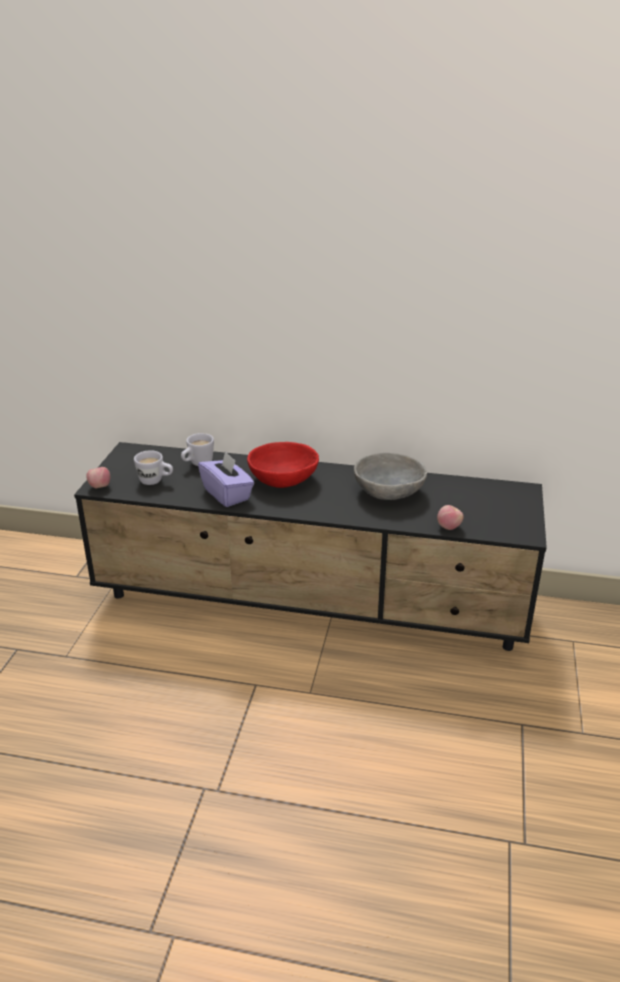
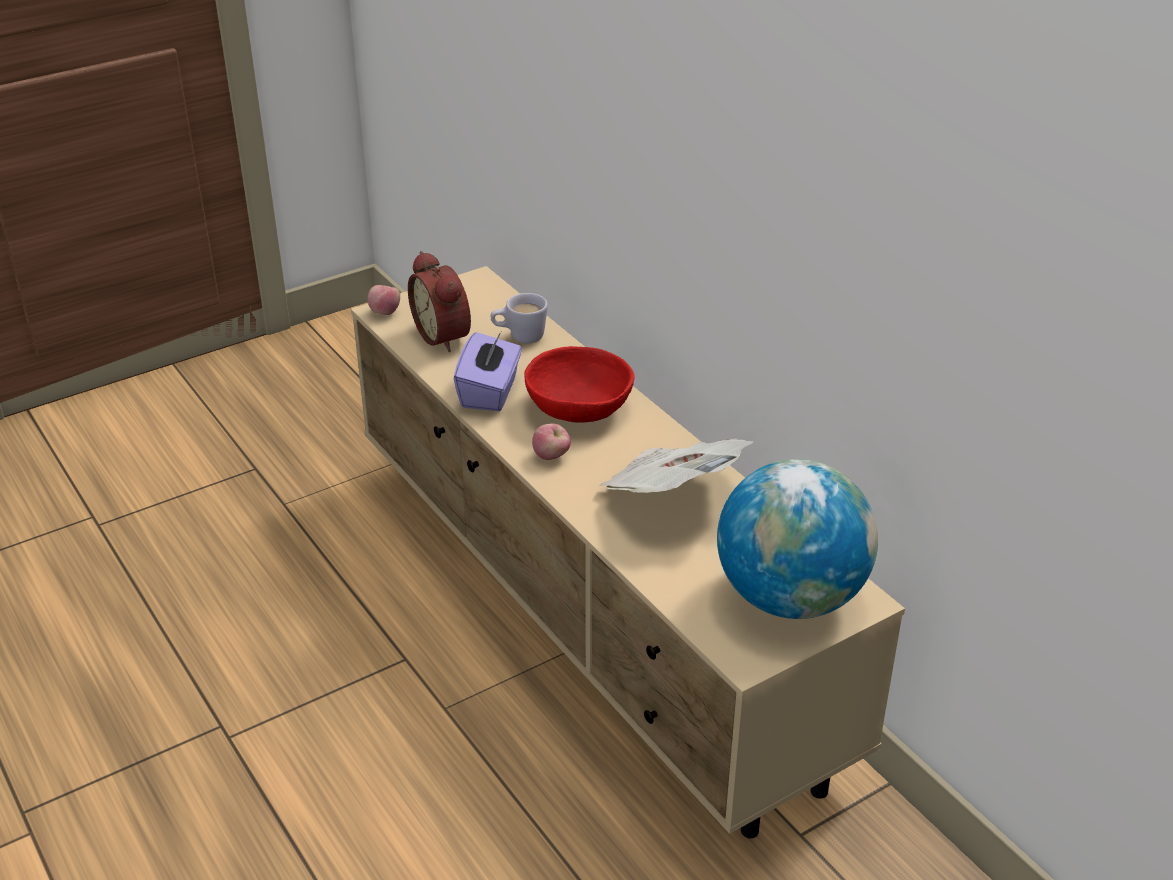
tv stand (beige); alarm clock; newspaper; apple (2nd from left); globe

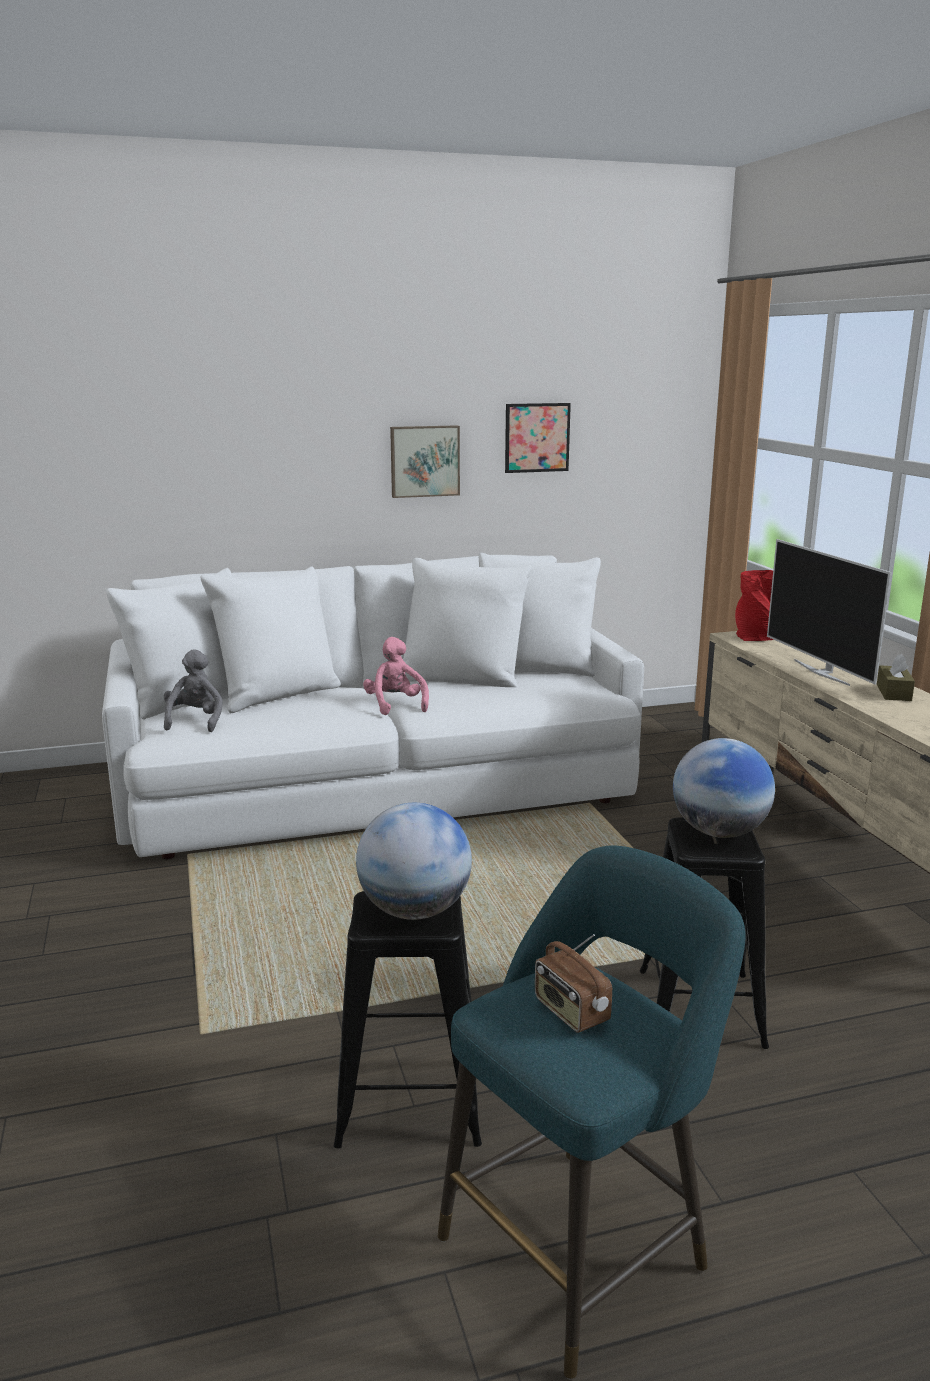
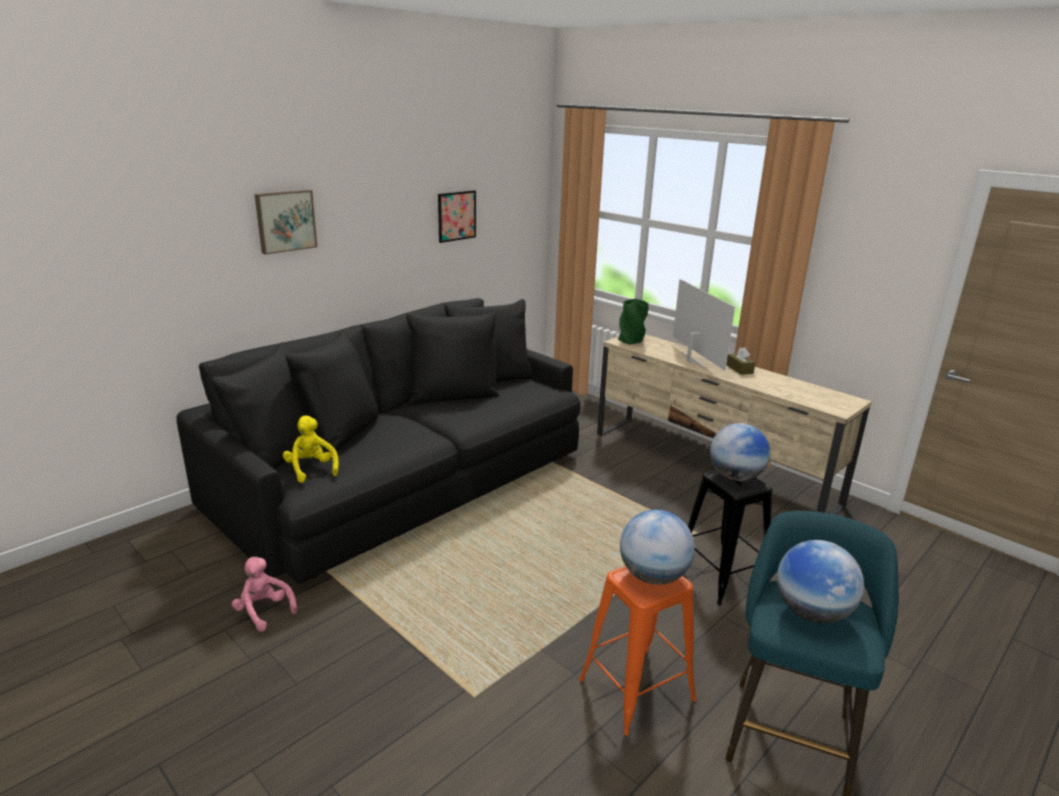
picture (1st from left); television; sofa (black); vase (green); plush toy (pink); plush toy (yellow); stool (orange); globe (3rd from left)

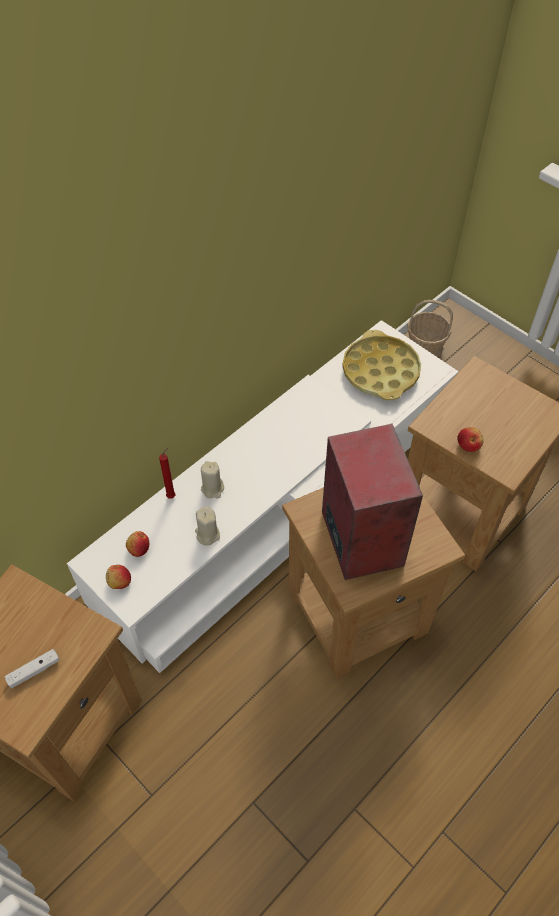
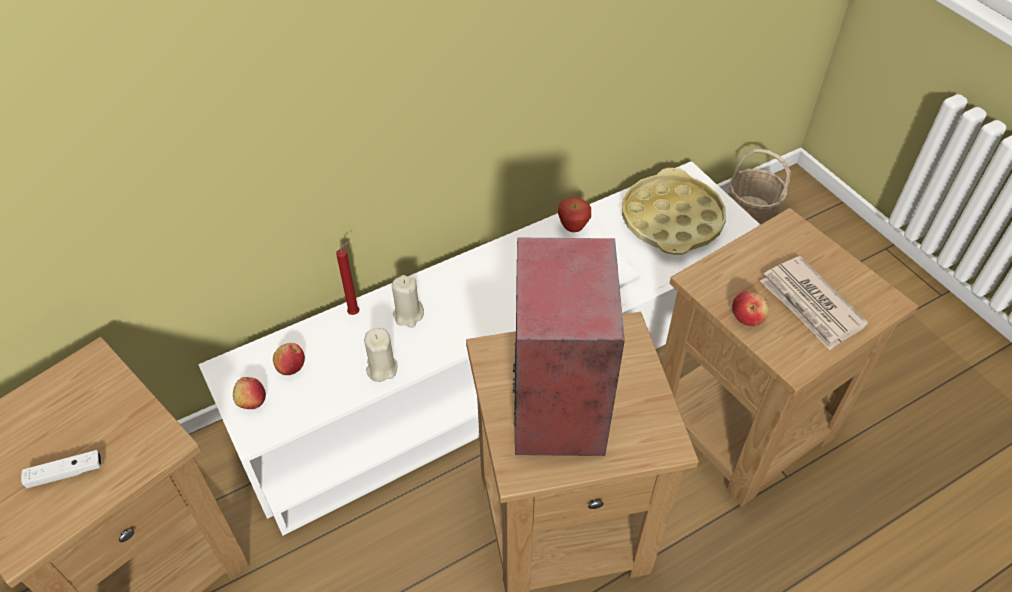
apple (3rd from left); newspaper

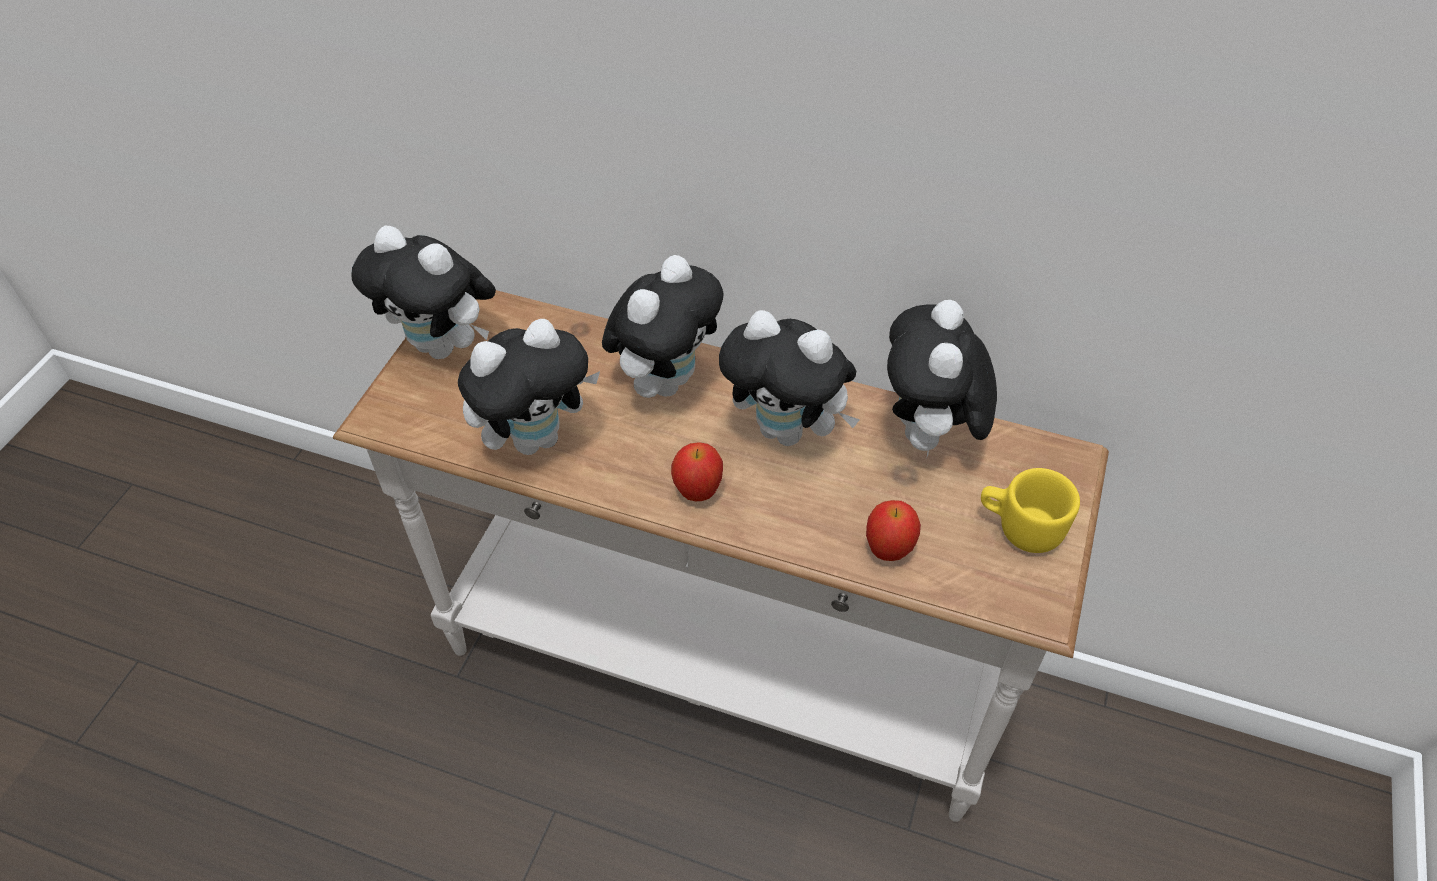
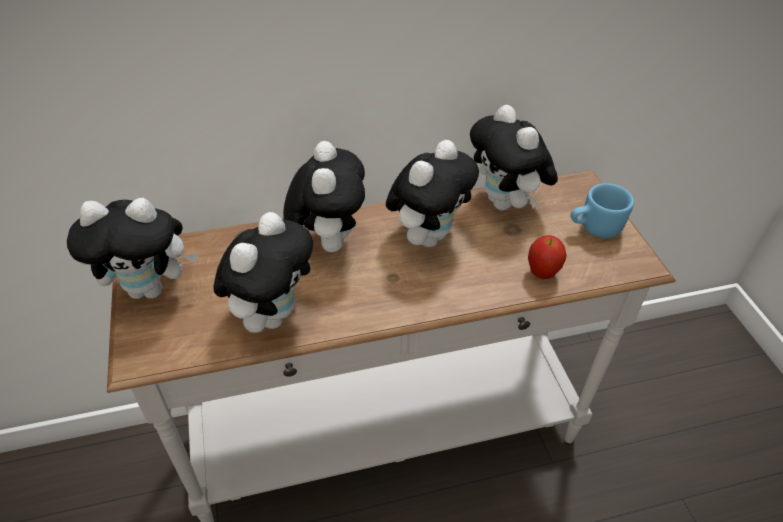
plush toy (4th from left); apple (1st from left in the first image); mug (blue)

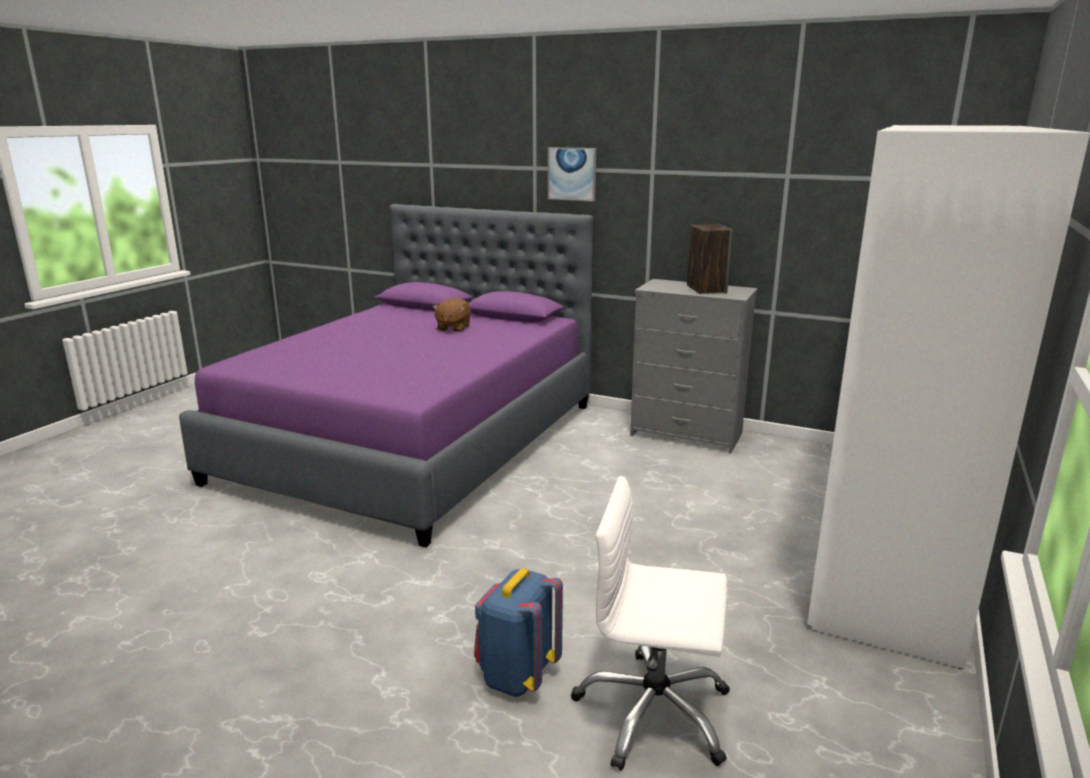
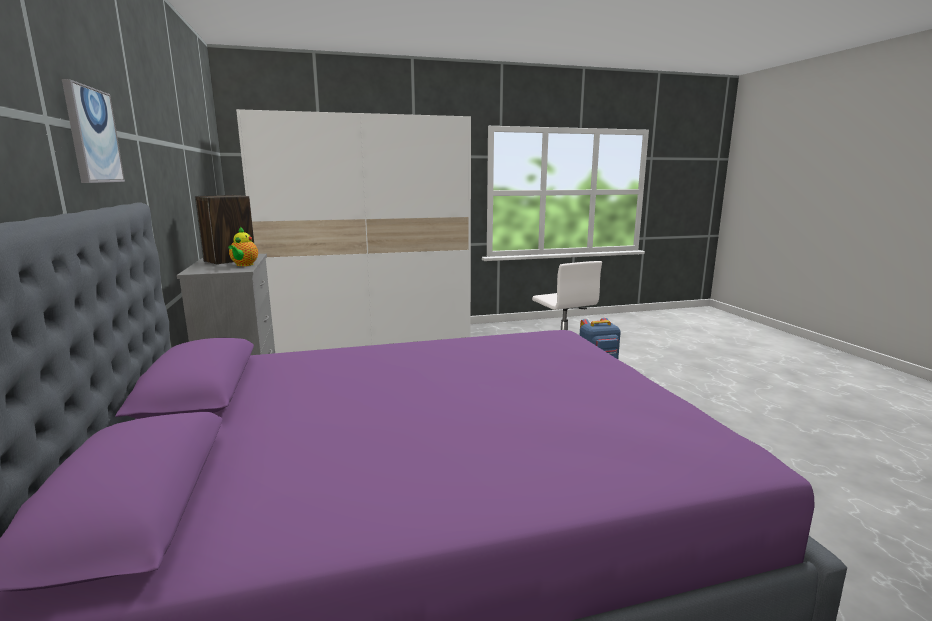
plush toy (brown); teapot

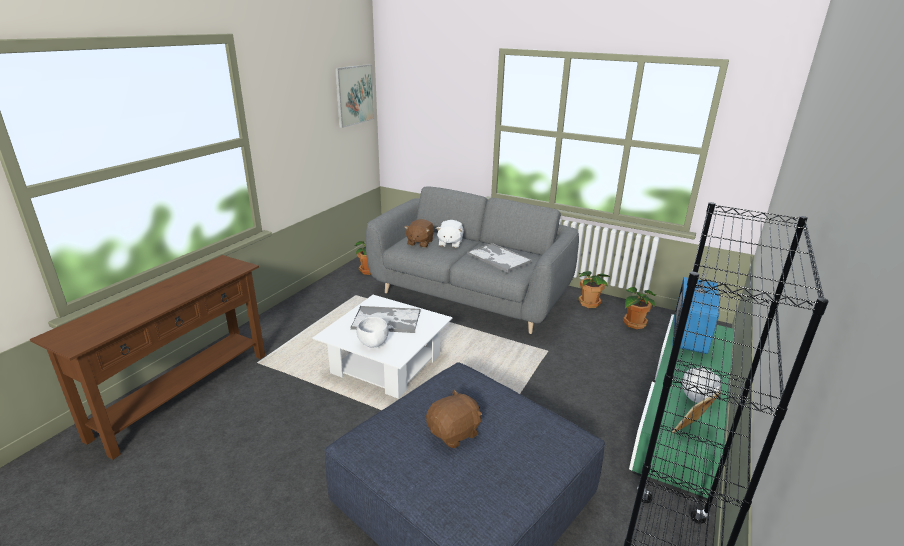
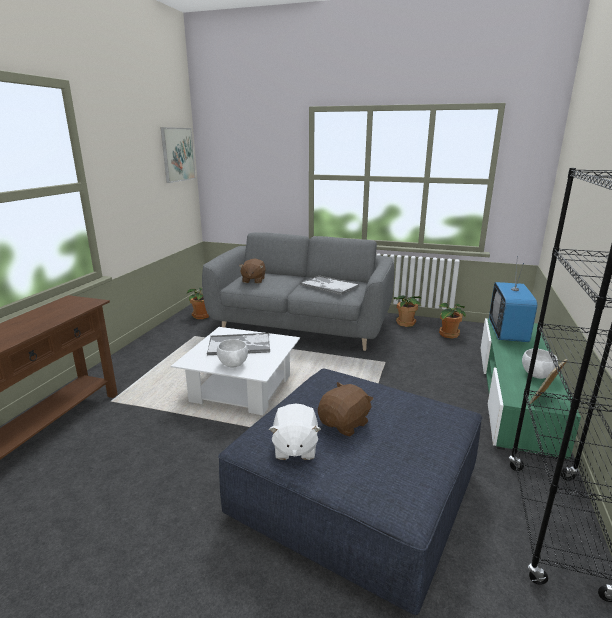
plush toy (white)

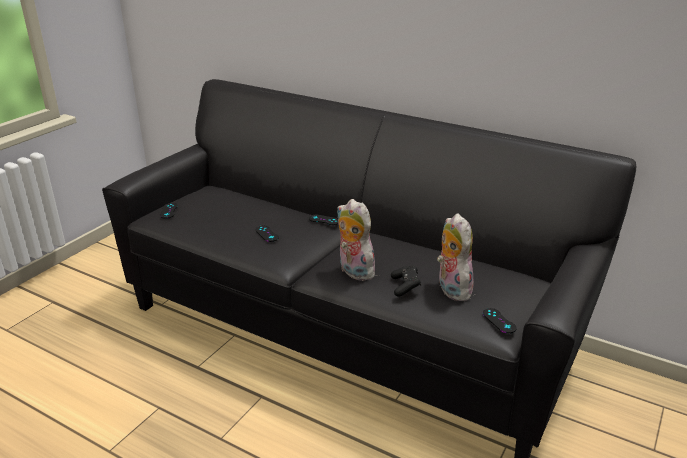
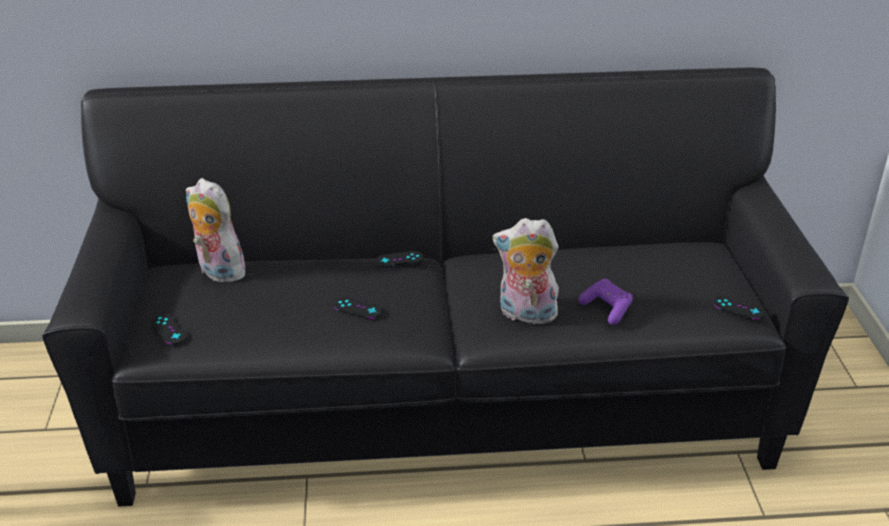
plush toy (1st from left); game controller (purple)

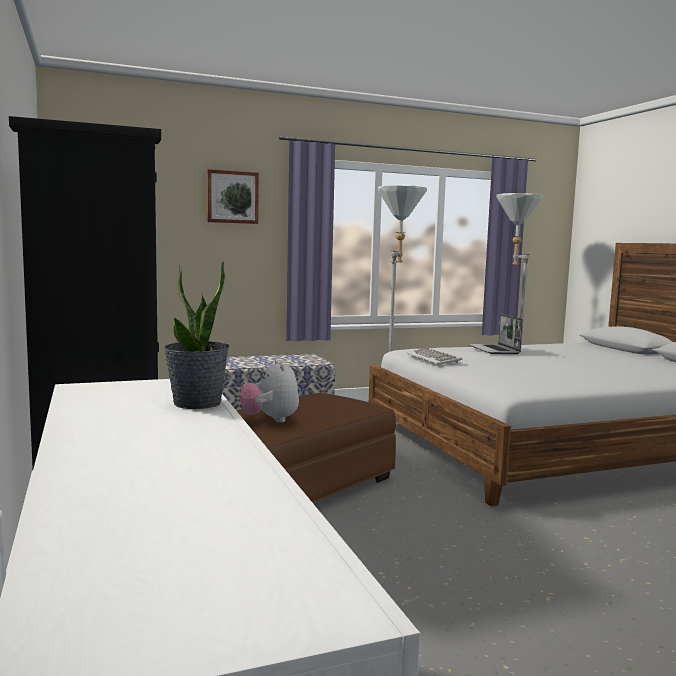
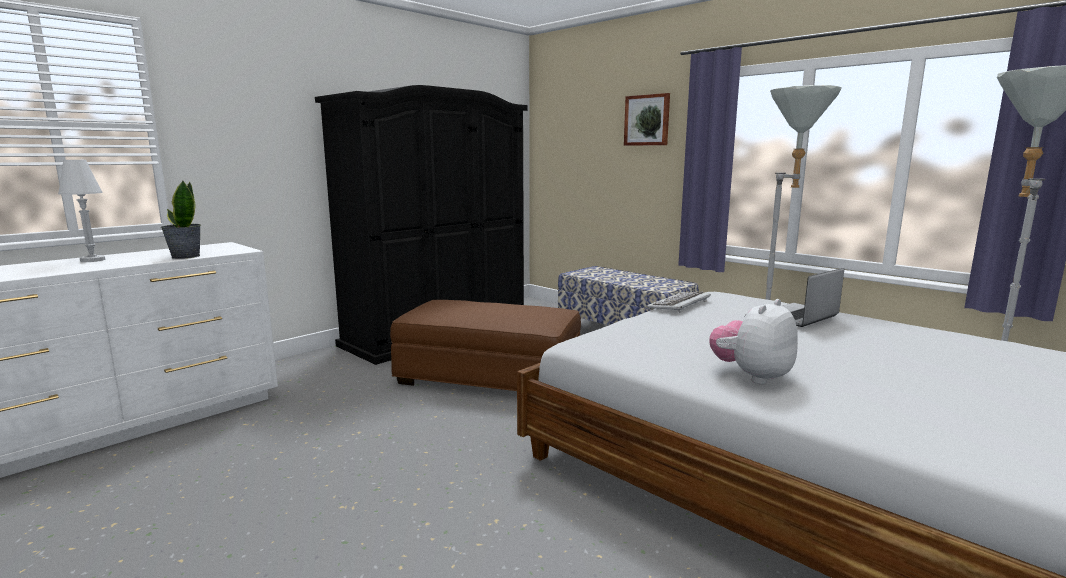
plush toy; table lamp (white)

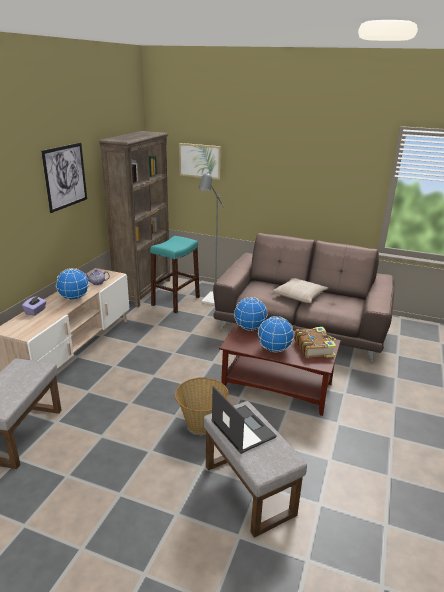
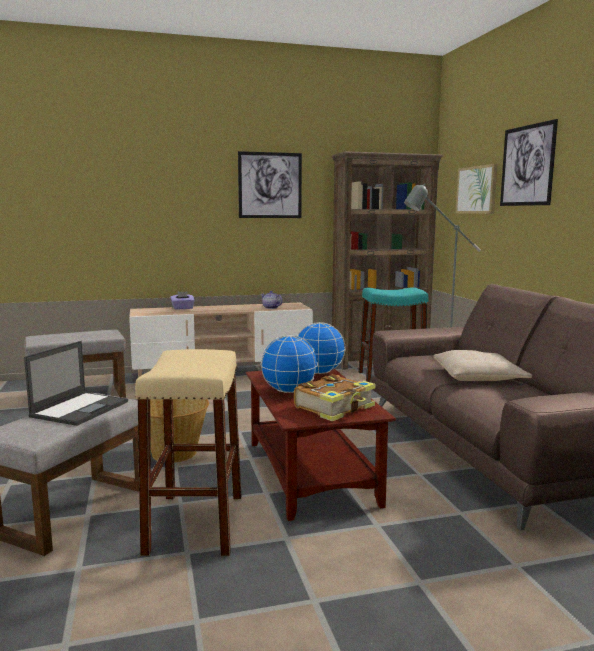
globe (1st from left in the first image); picture (3rd from left); stool (beige)

